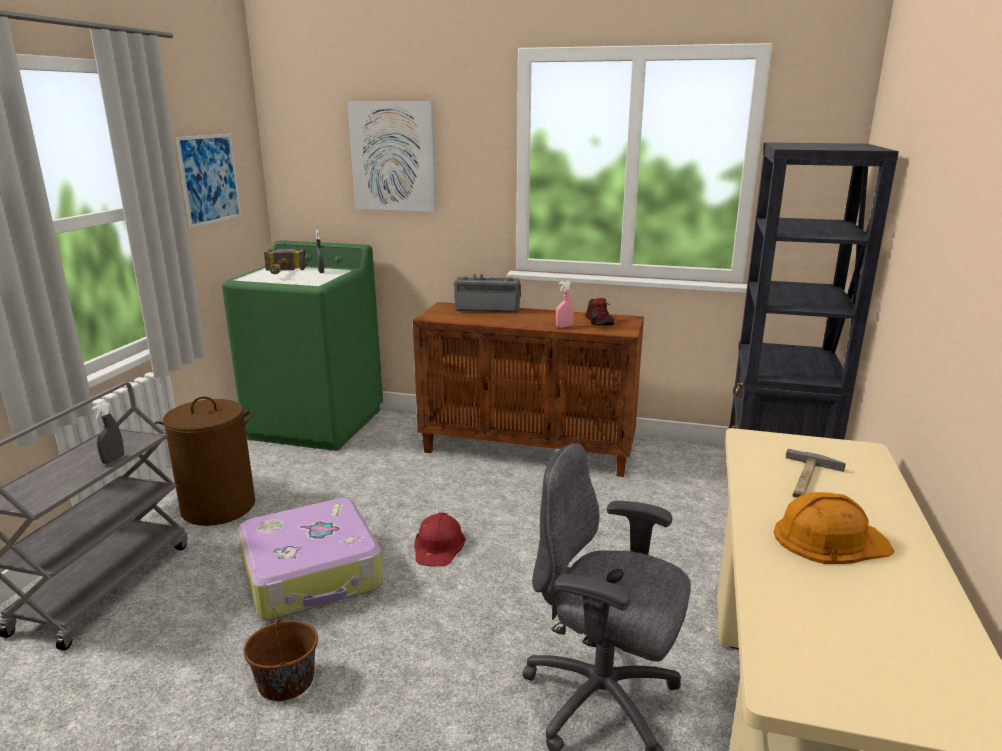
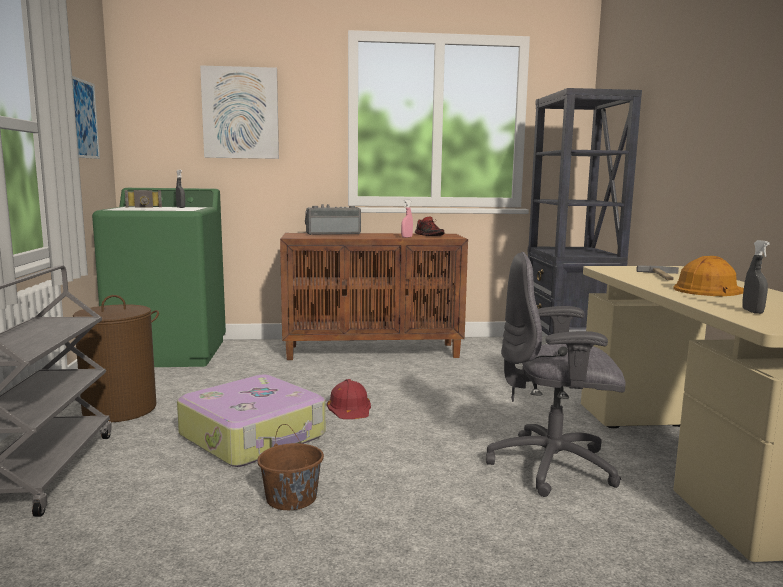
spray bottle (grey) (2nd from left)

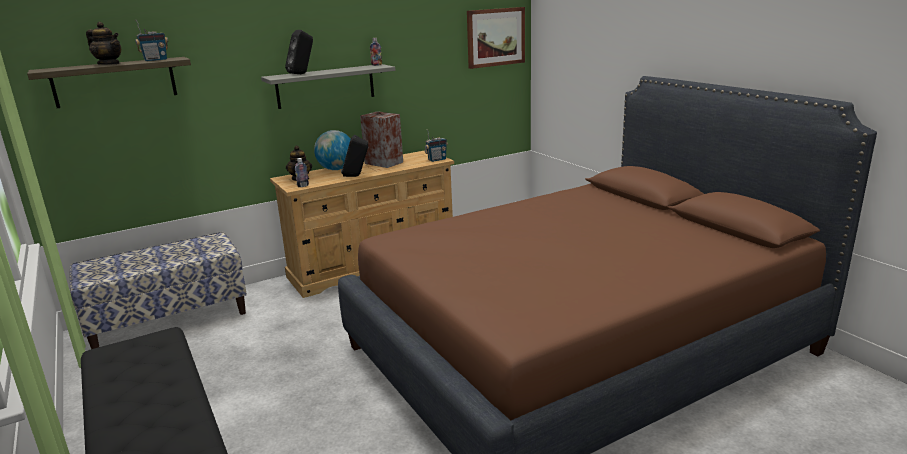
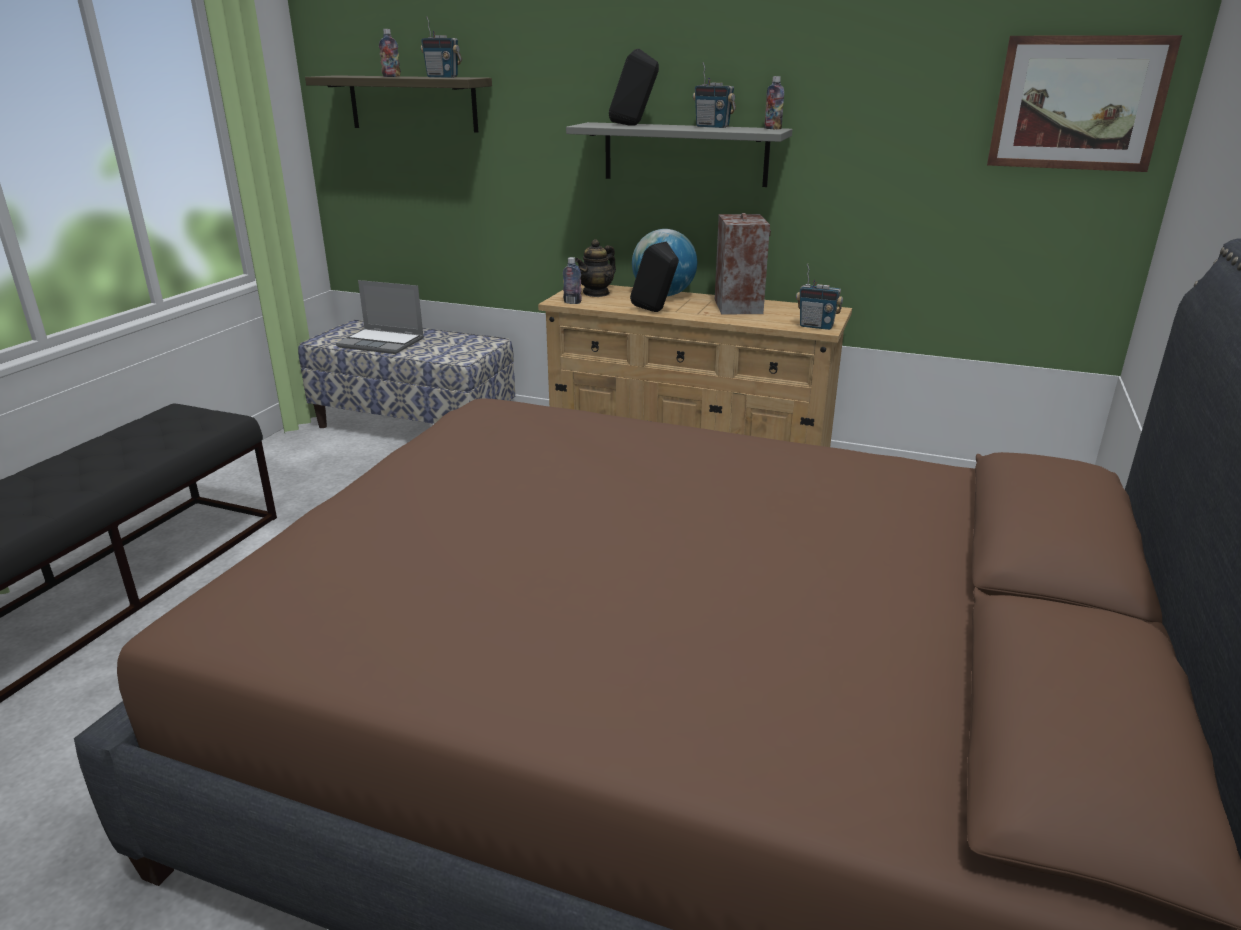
bottle (1st from left); radio (2nd from left); laptop

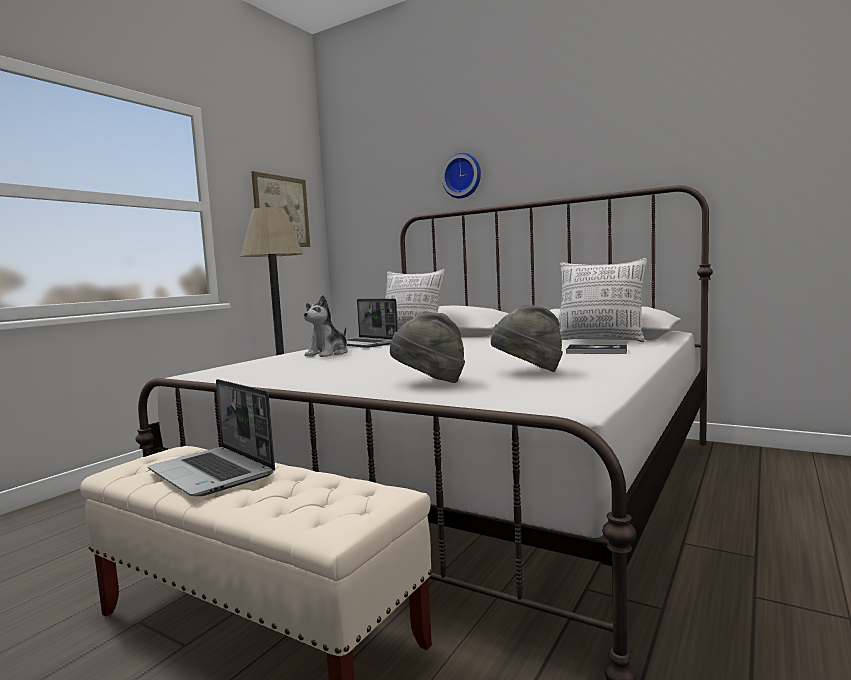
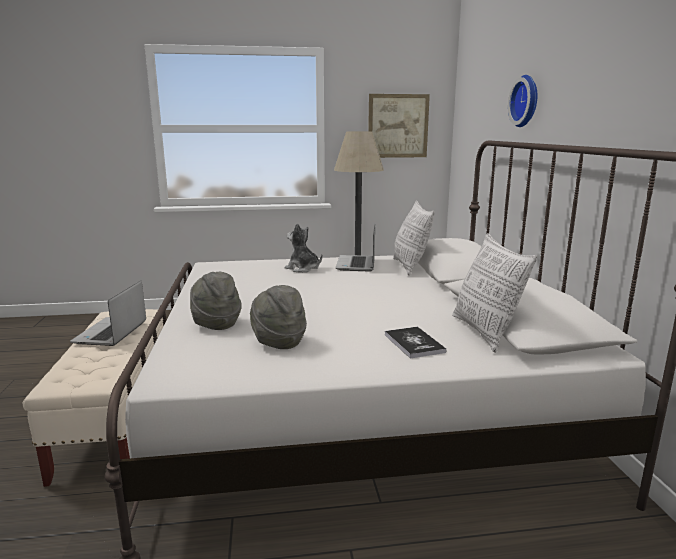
plush toy

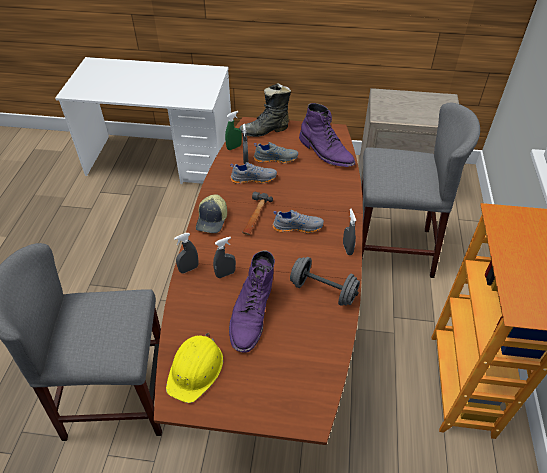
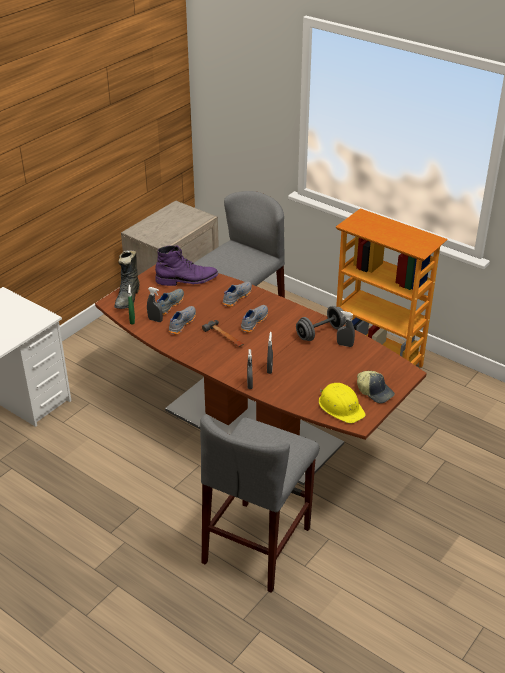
cap; spray bottle (grey) (4th from left); boot (purple) (1st from left in the first image); shoe (grey) (3rd from left)

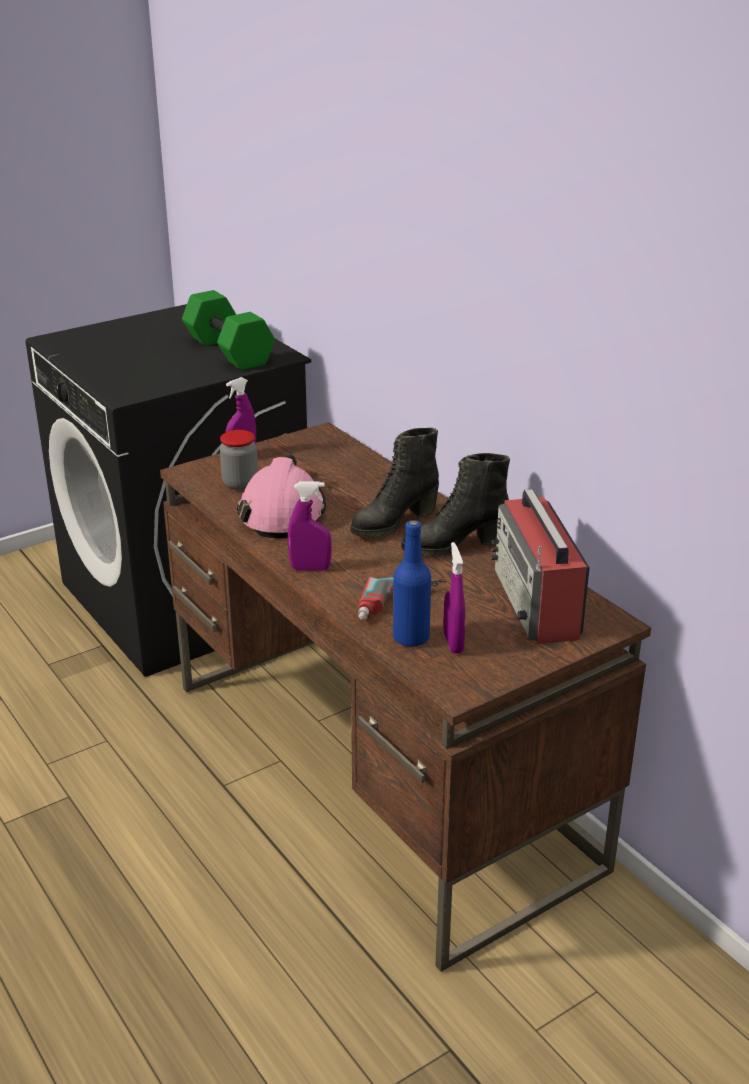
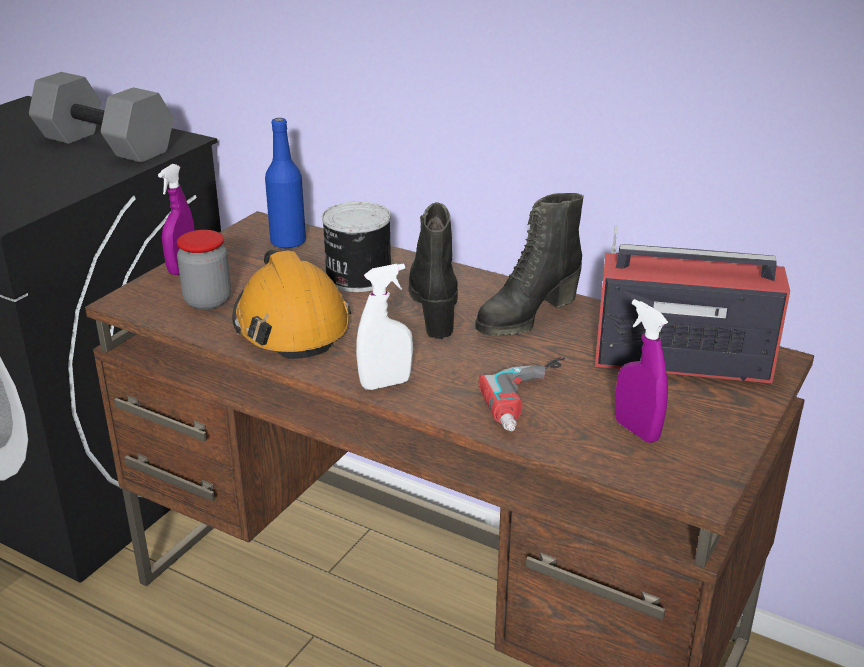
dumbbell (grey); boot (black) (1st from left); hard hat (orange); spray bottle (white); radio; bottle (blue); can

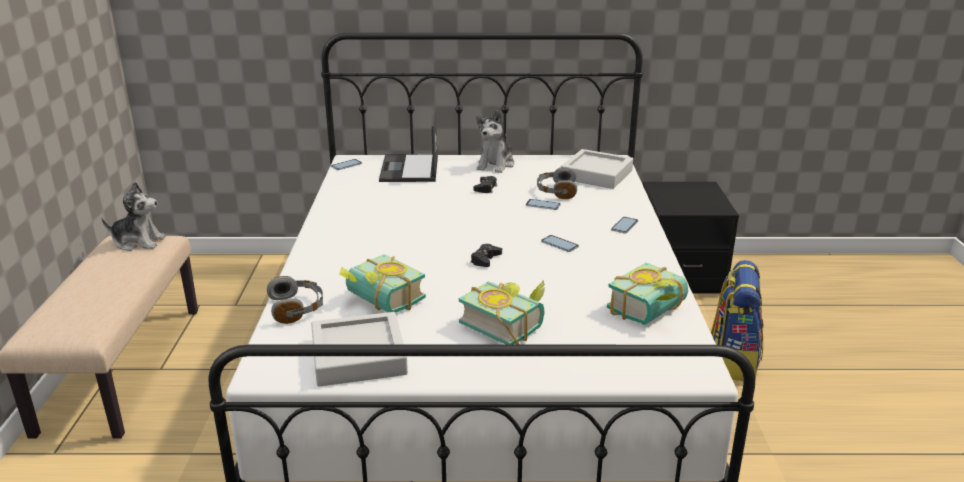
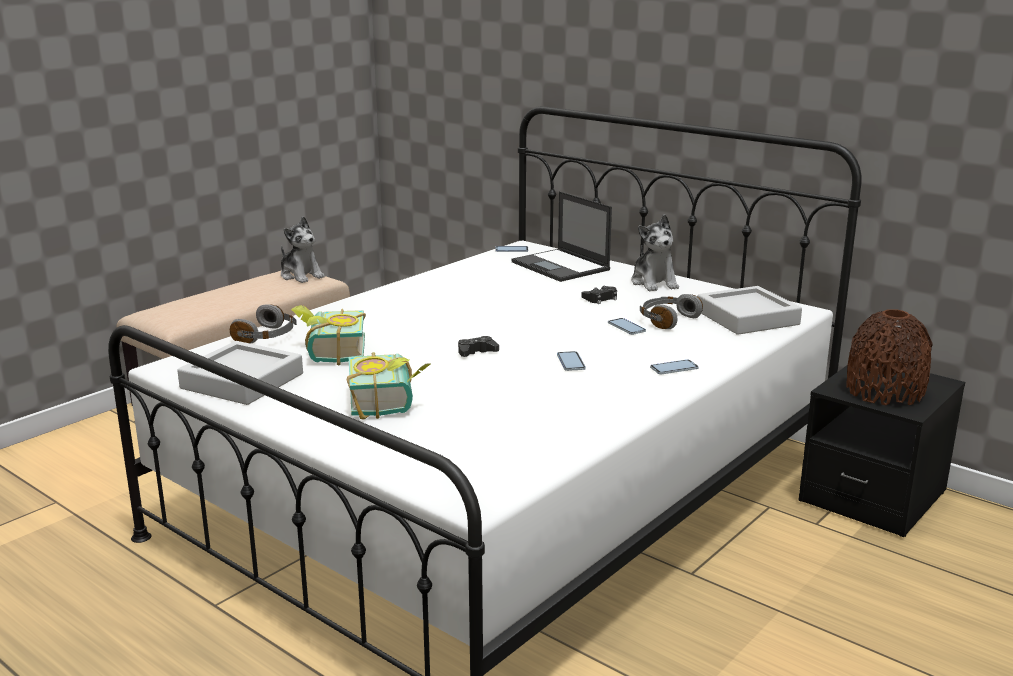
laptop; plush toy (2nd from left); backpack; book (3rd from left in the first image); vase (brown)

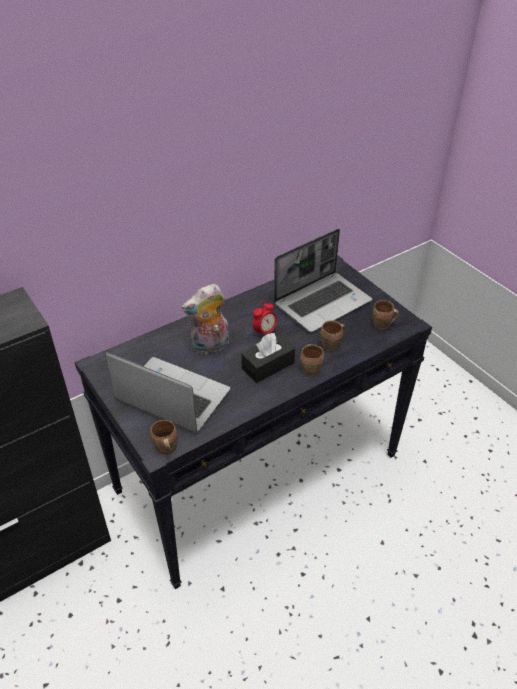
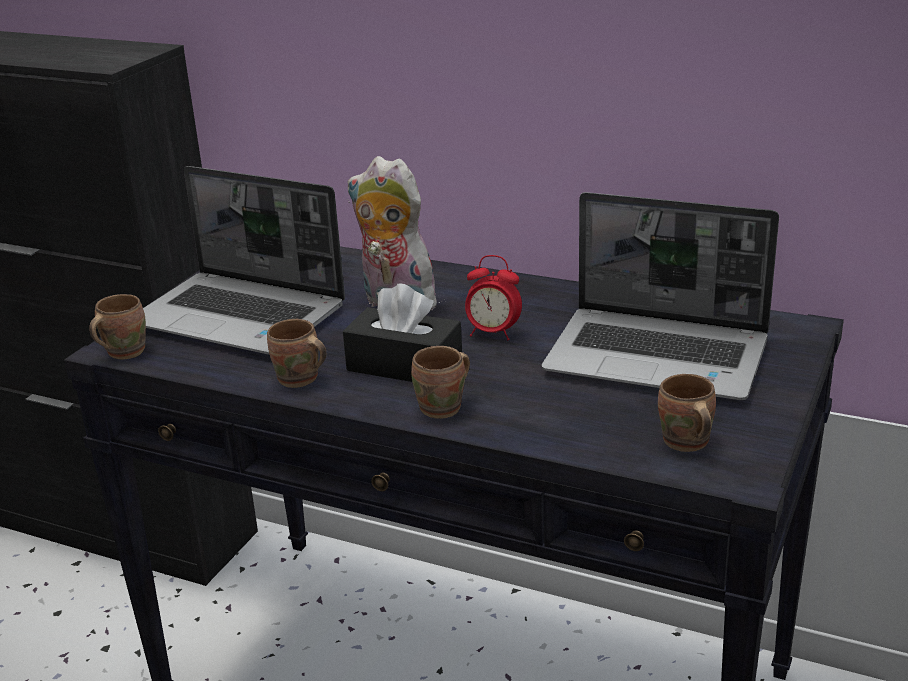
mug (brown) (2nd from left); laptop (1st from left)

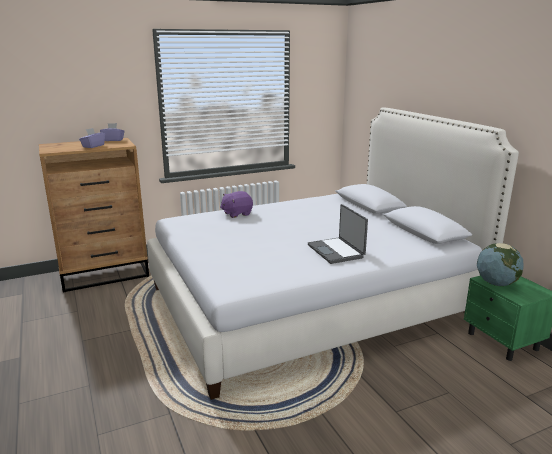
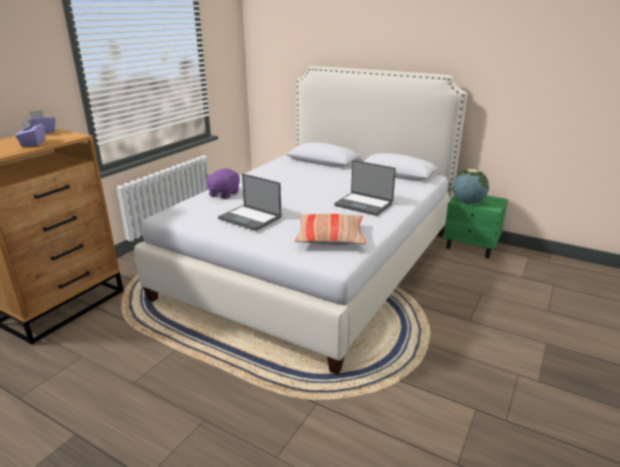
laptop (1st from left); pillow

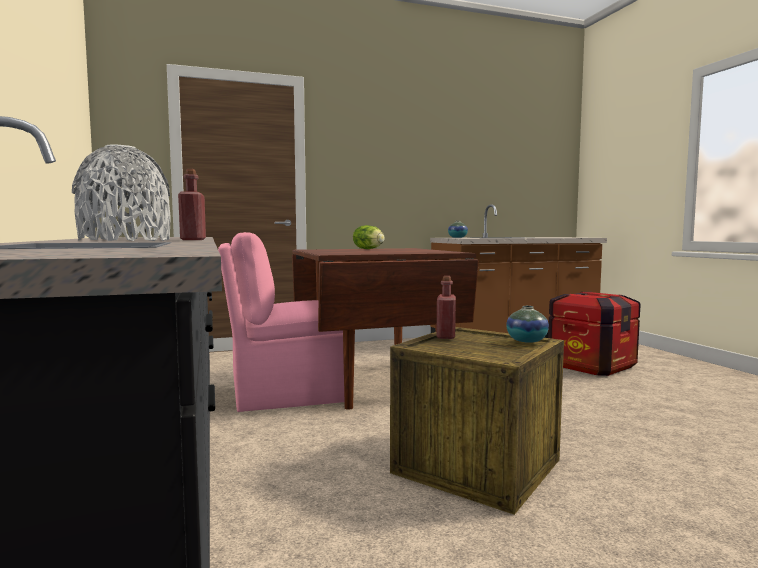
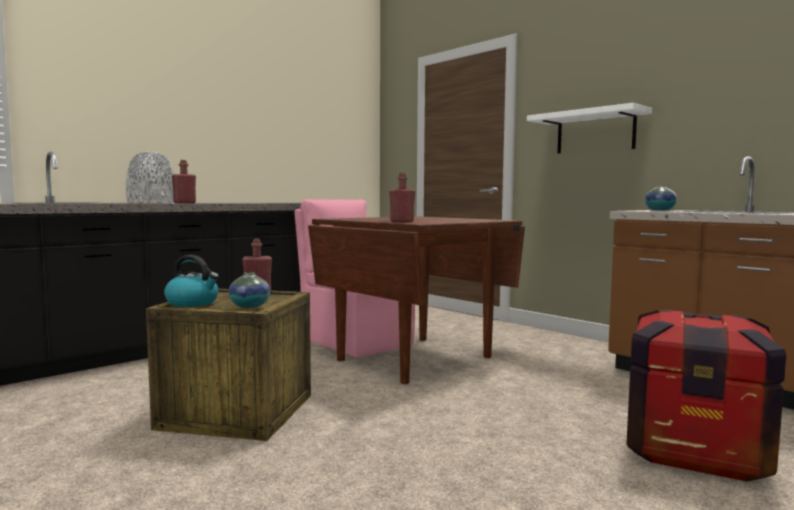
lettuce; shelf (white); bottle (red) (3rd from left); kettle

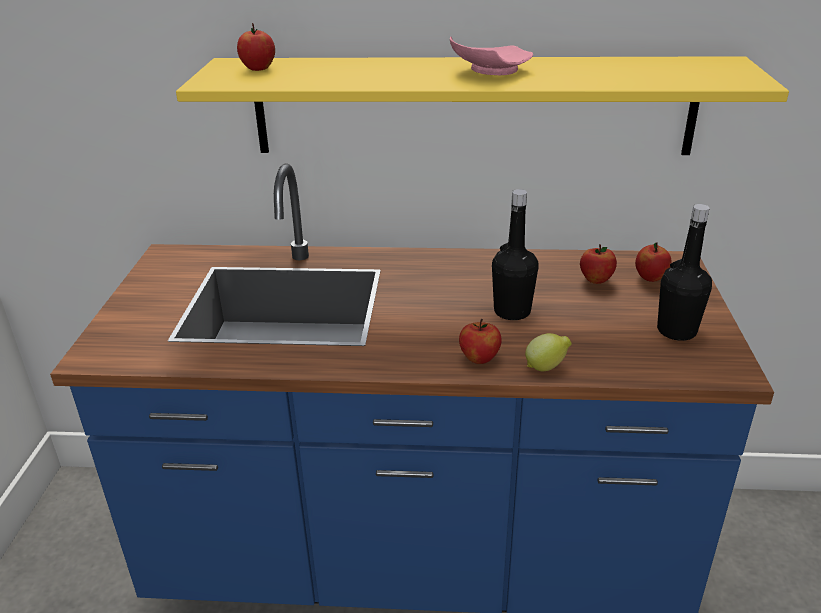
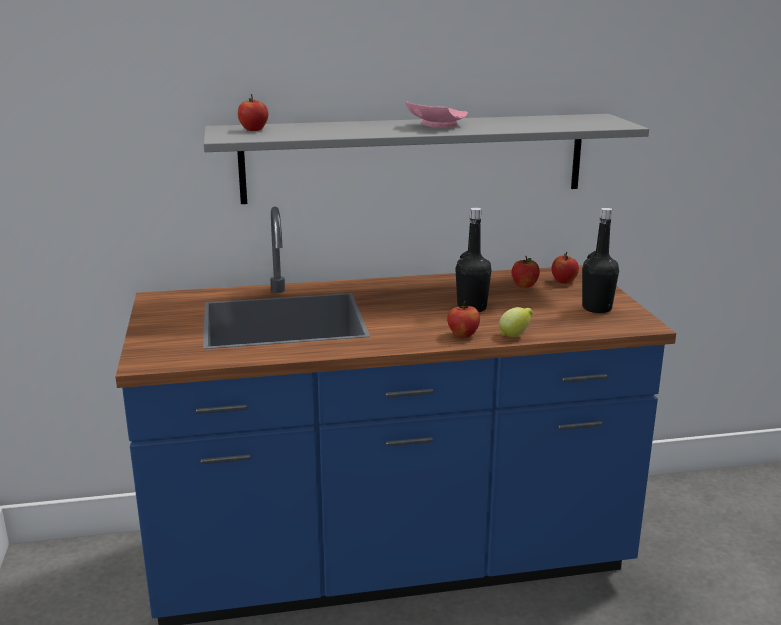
shelf (grey)

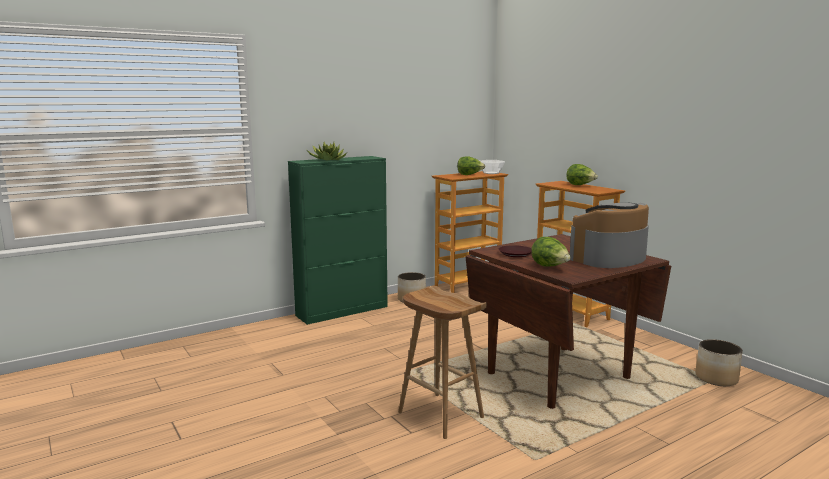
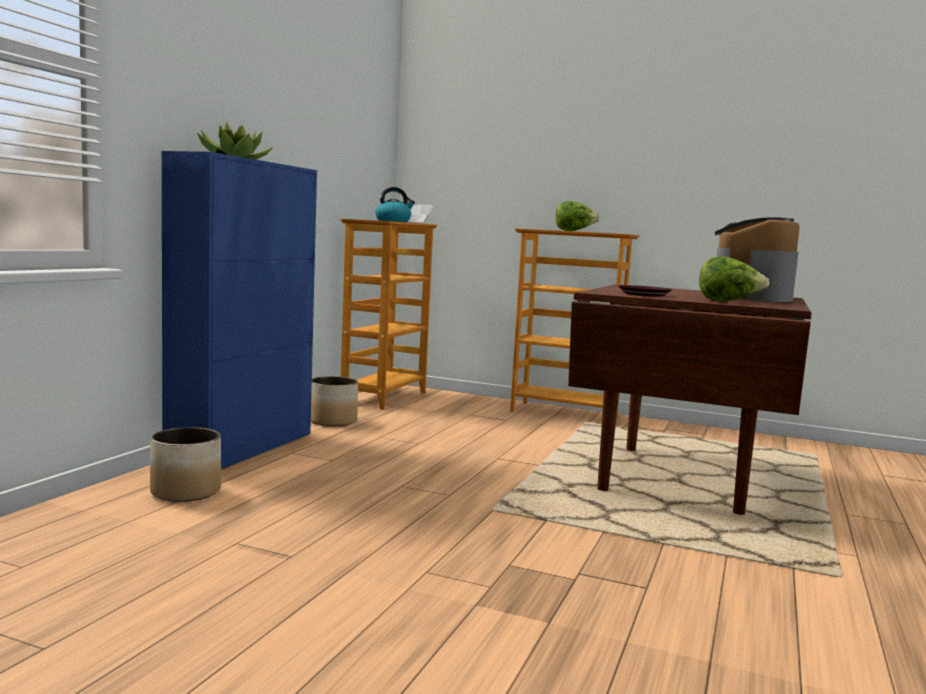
cabinet (blue); kettle; stool (brown); planter (1st from left)

